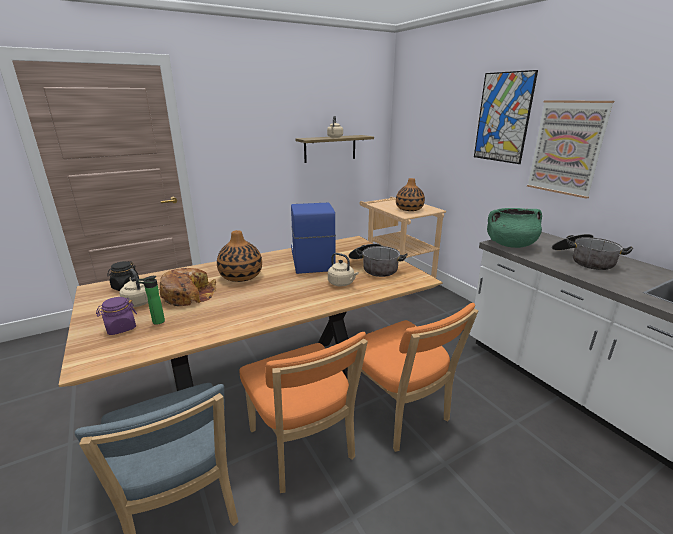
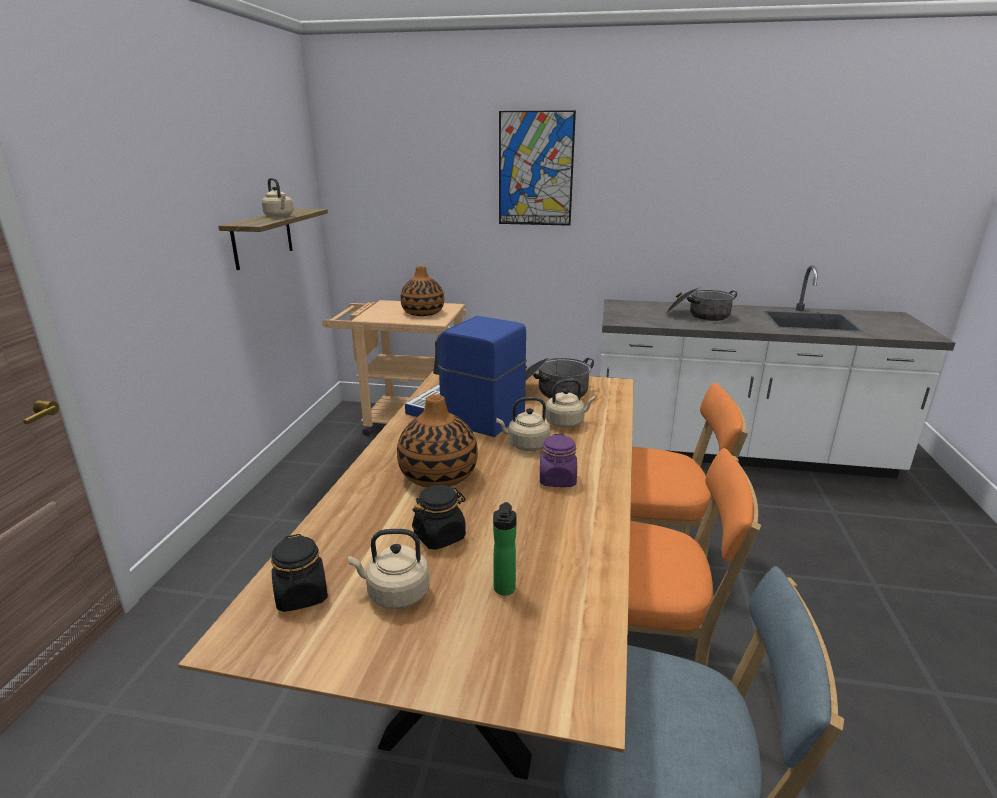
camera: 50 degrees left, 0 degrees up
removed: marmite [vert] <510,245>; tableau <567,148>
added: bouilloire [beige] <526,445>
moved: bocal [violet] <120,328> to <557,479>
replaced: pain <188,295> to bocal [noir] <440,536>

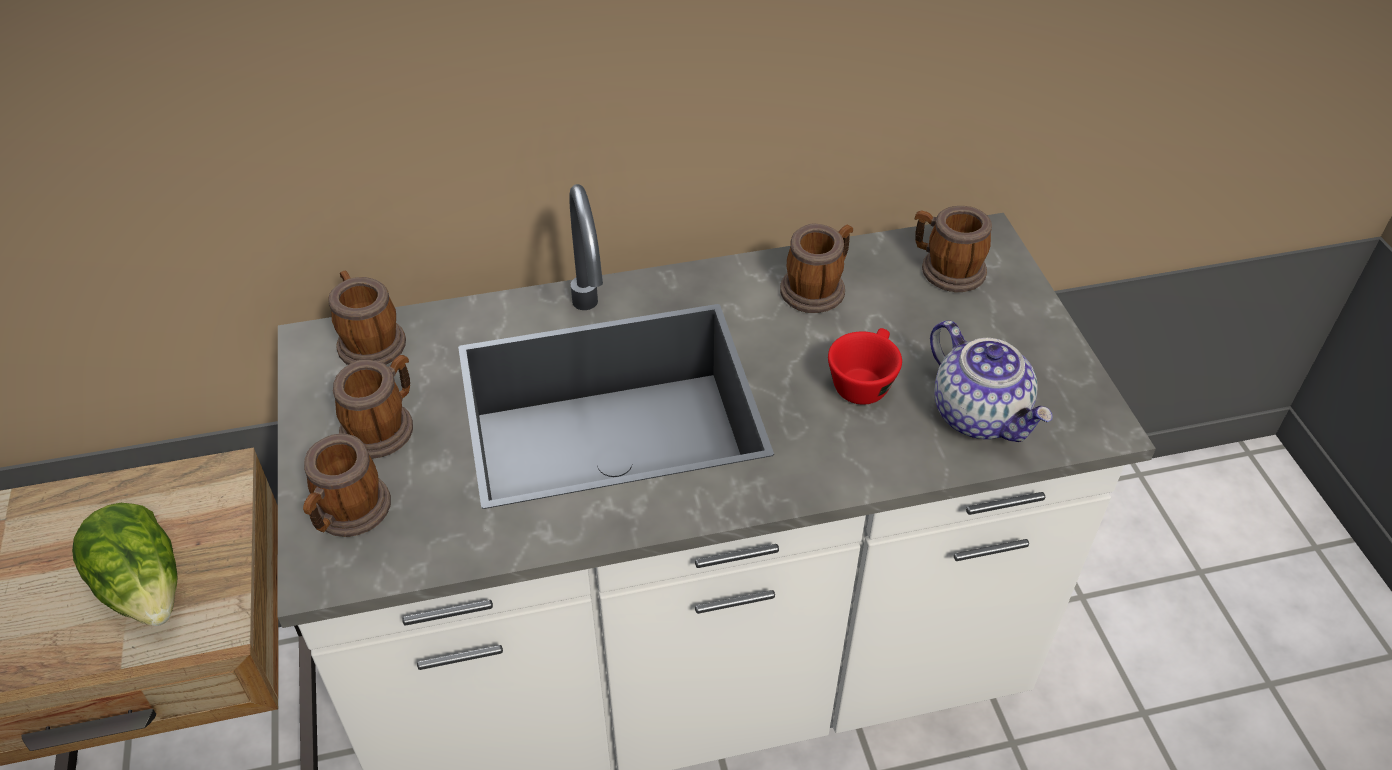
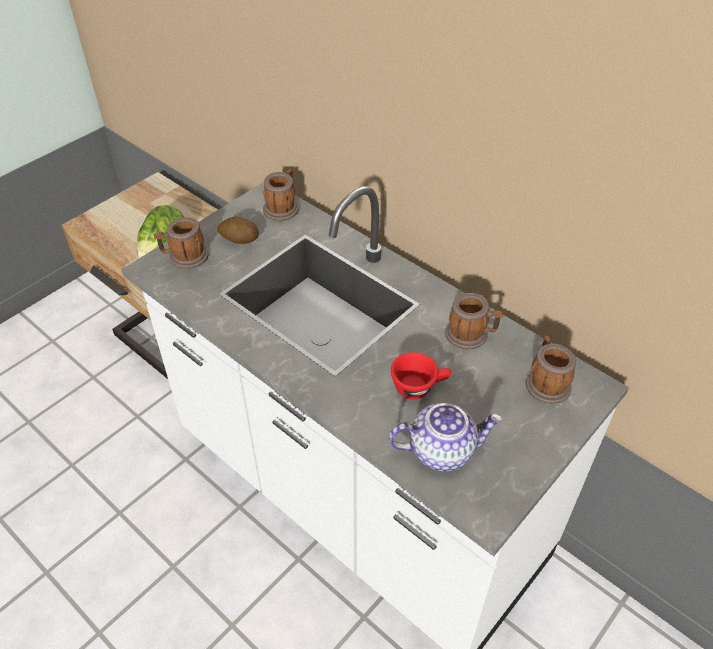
camera: 55 degrees right, 0 degrees up
replaced: mug <383,426> to pomme de terre <239,240>
turned: théière <980,415> = <442,450> 120 degrees counterclockwise

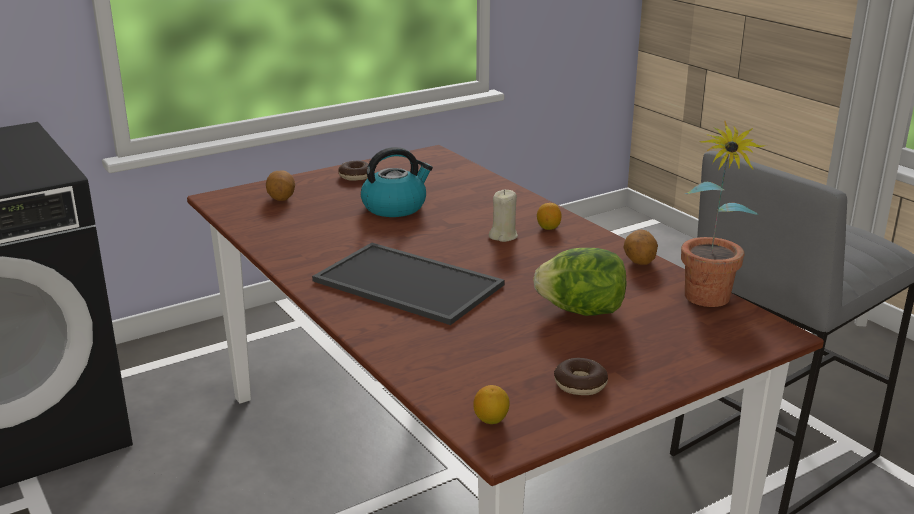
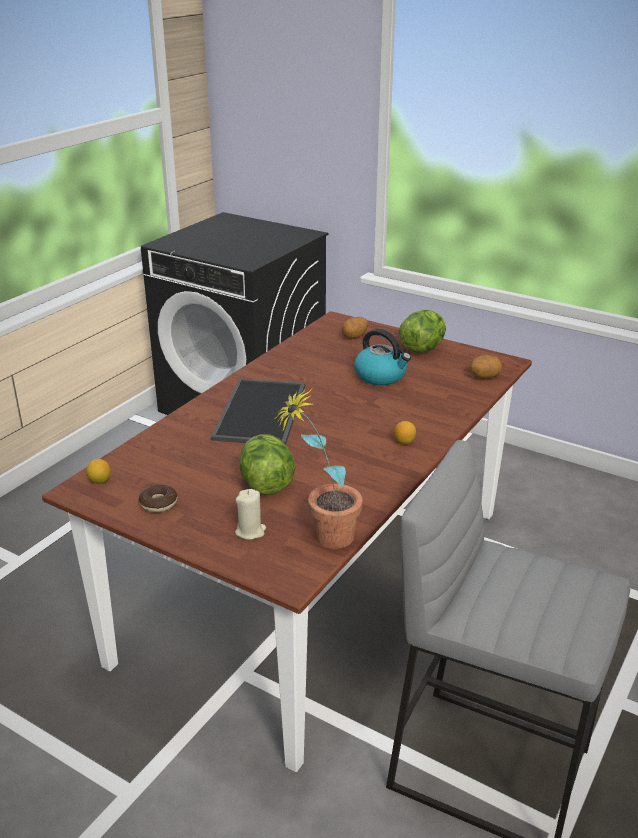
camera: 65 degrees right, 5 degrees up
moved: bougie [beige] <503,236> to <250,531>; pomme de terre <639,262> to <484,377>
replaced: beignet <355,176> to laitue <422,348>

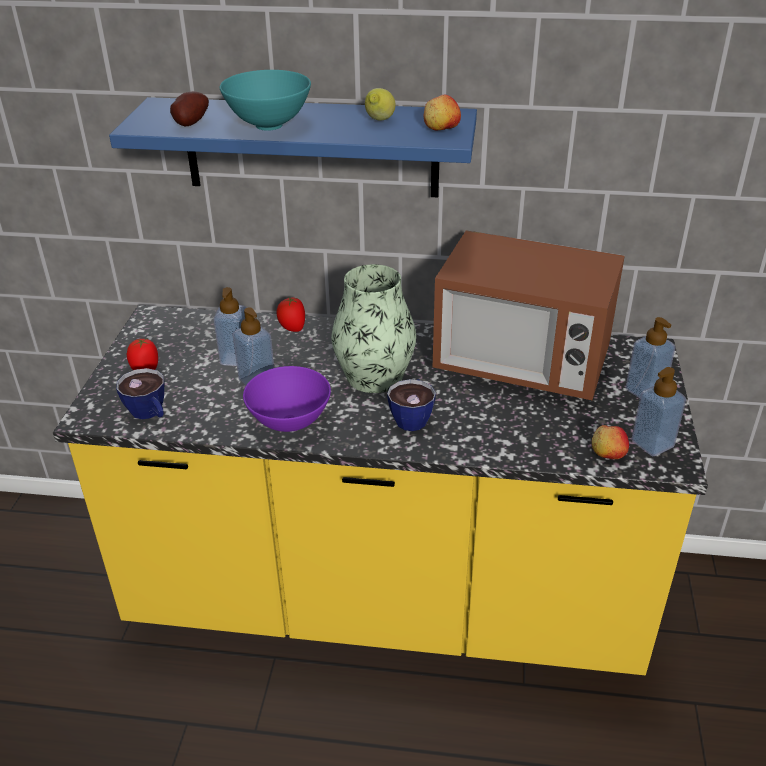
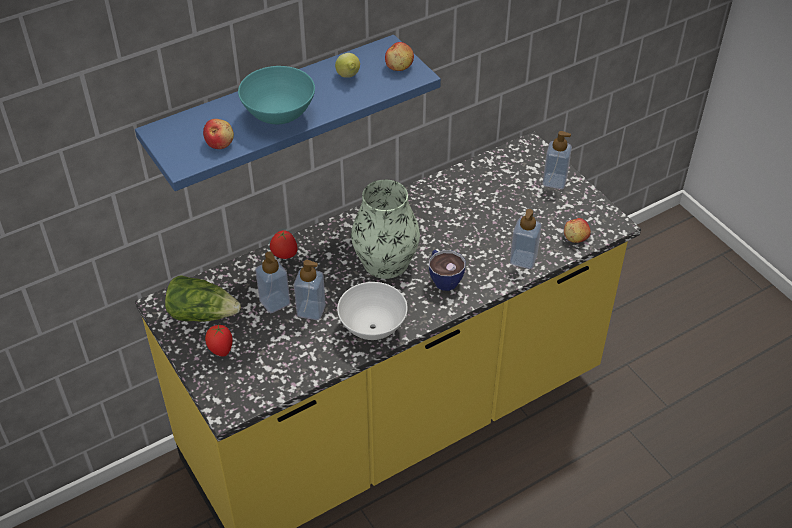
camera: 40 degrees left, 10 degrees up
removed: tasse <150,414>; micro-ondes <521,364>
added: laitue <202,314>
moved: distributeur de savon <652,444> to <523,259>
replaced: pomme de terre <189,124> to pomme <220,143>
recoloured: bol [violet] <290,423> to bol [blanc] <373,329>

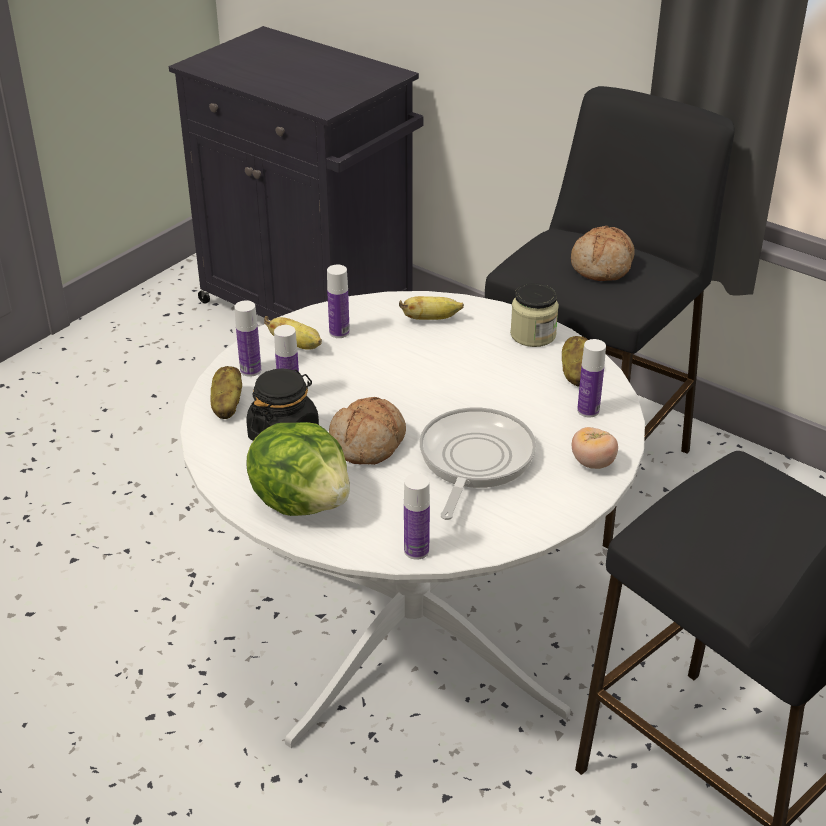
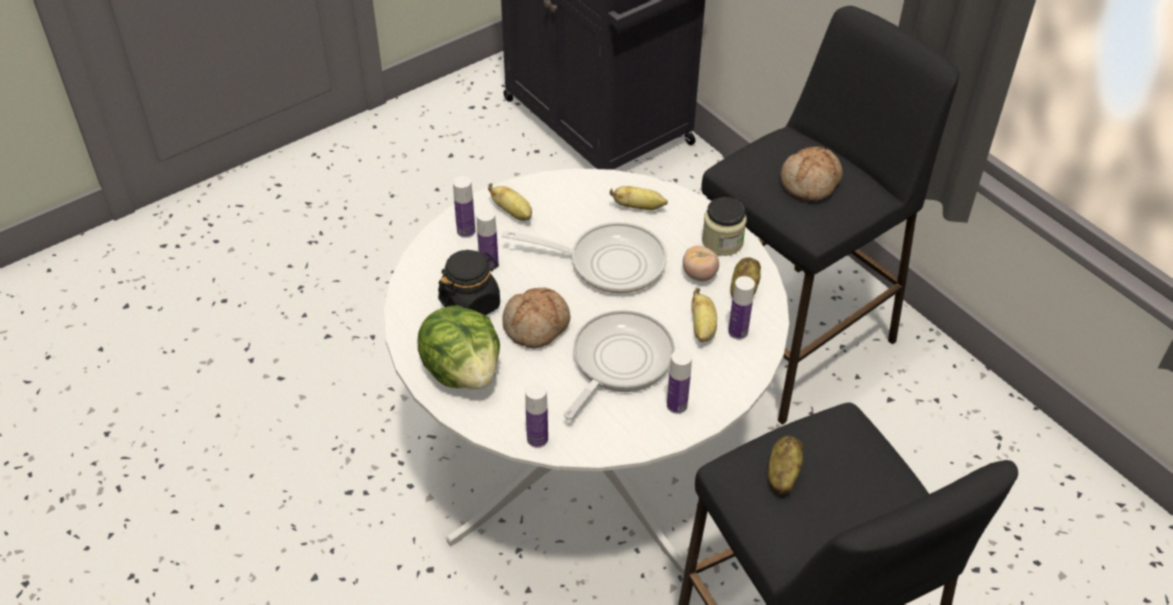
camera: 15 degrees right, 10 degrees up
added: poêle <608,262>; banane <702,328>
moved: pomme de terre <226,405> to <782,474>; bouteille <339,332> to <677,405>; tomate <593,463> to <699,275>

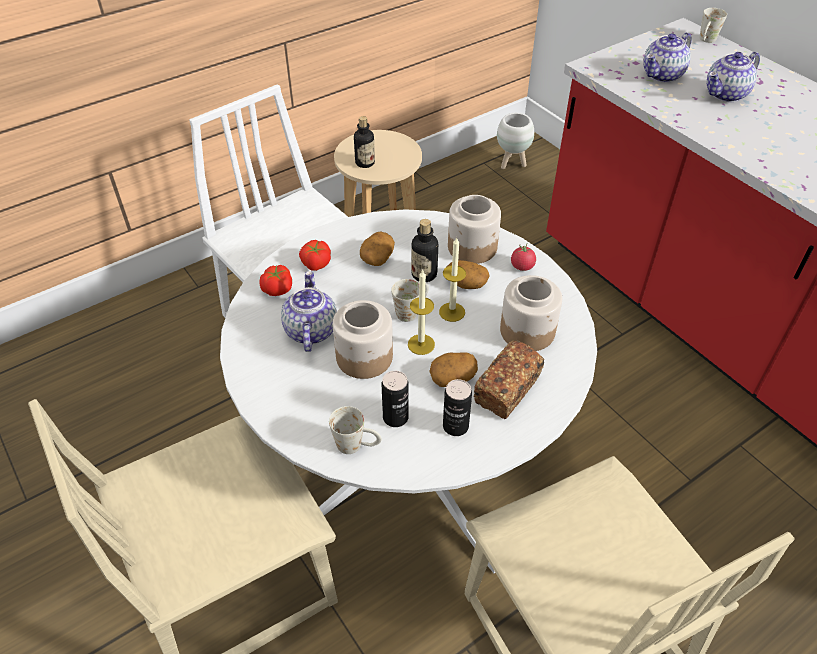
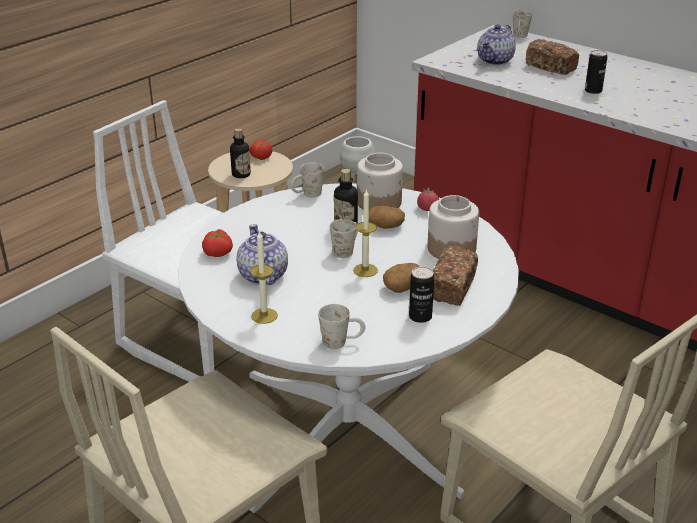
camera: 15 degrees left, 15 degrees down
removed: bocal <363,357>; pomme de terre <377,257>
added: mug [blanc] <307,195>
moved: tomate <315,263> to <261,157>; boîte métallique <395,417> to <593,91>; bougie <452,312> to <264,316>
replaced: théière <726,94> to pain <551,67>

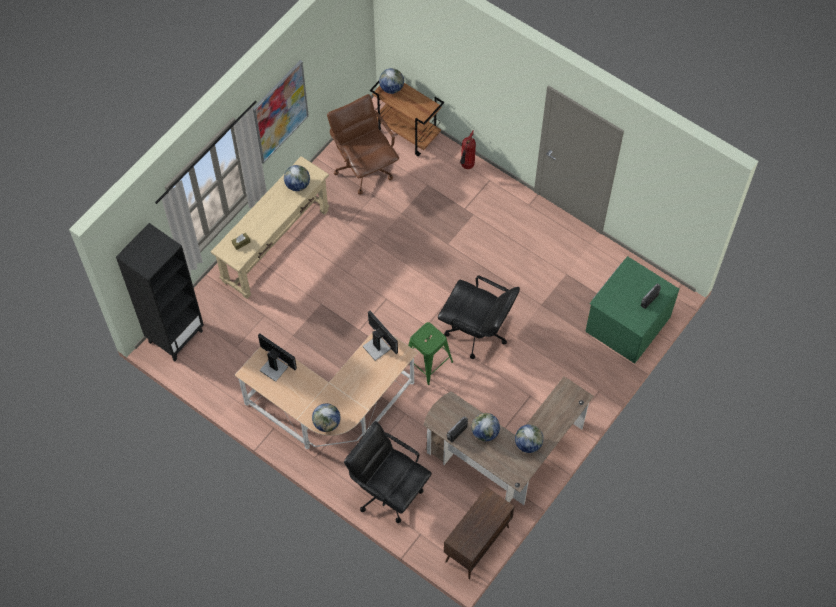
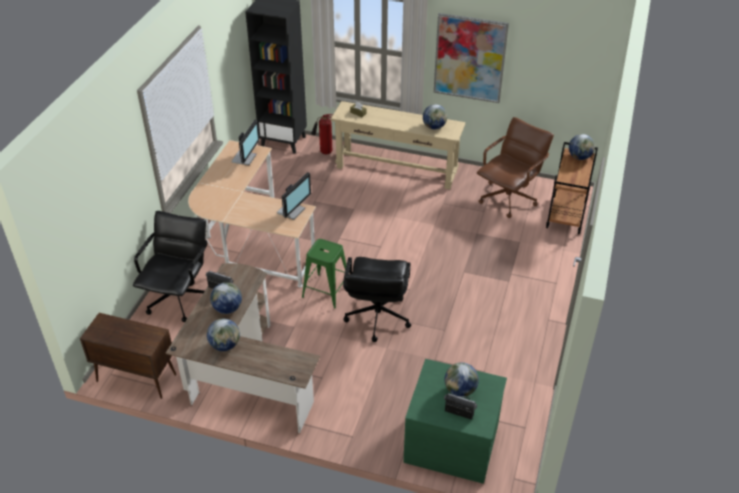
camera: 70 degrees right, 20 degrees down
moved: globe <327,423> to <460,390>; extincteur <467,166> to <324,152>

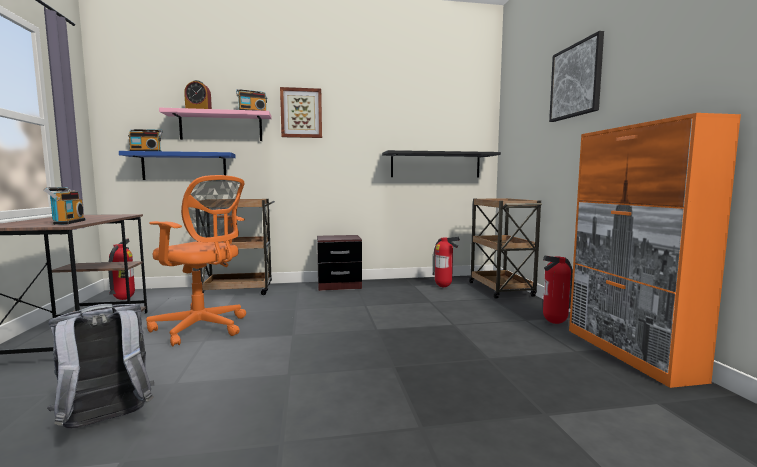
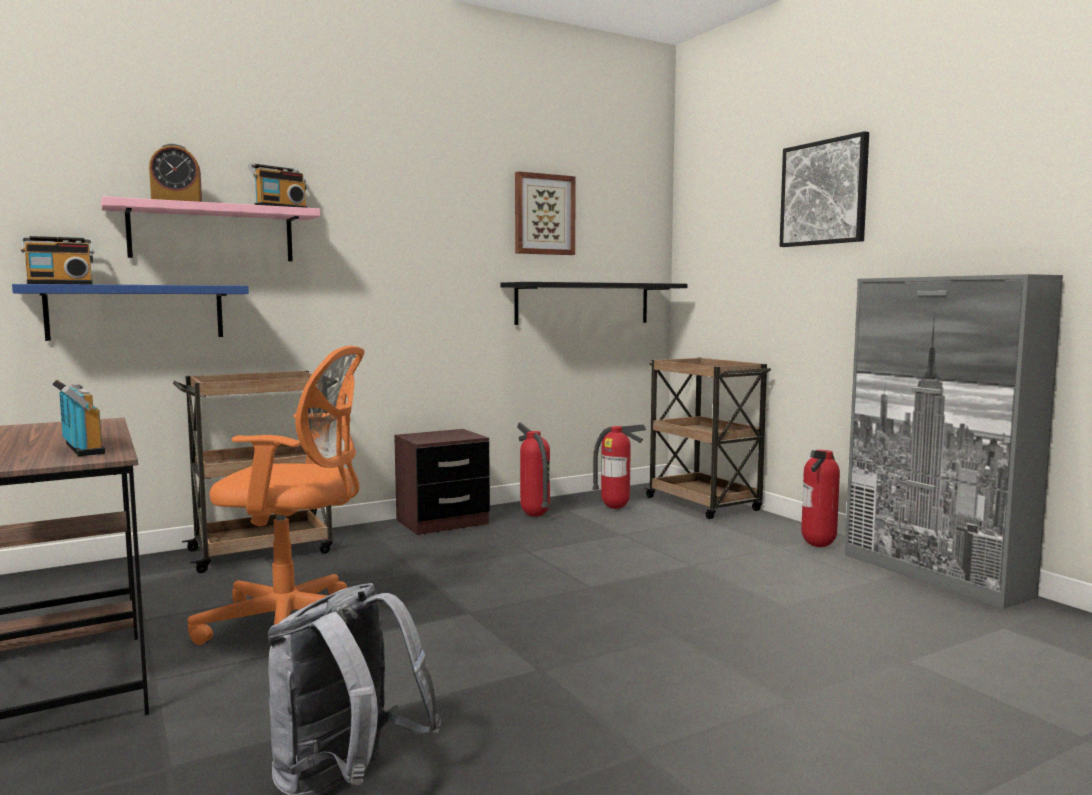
camera: 20 degrees left, 0 degrees up
moved: extincteur <123,299> to <534,516>; tableau <301,113> to <544,214>
recoloured: meuble de rangement [orange] <629,353> to meuble de rangement [gris] <934,575>

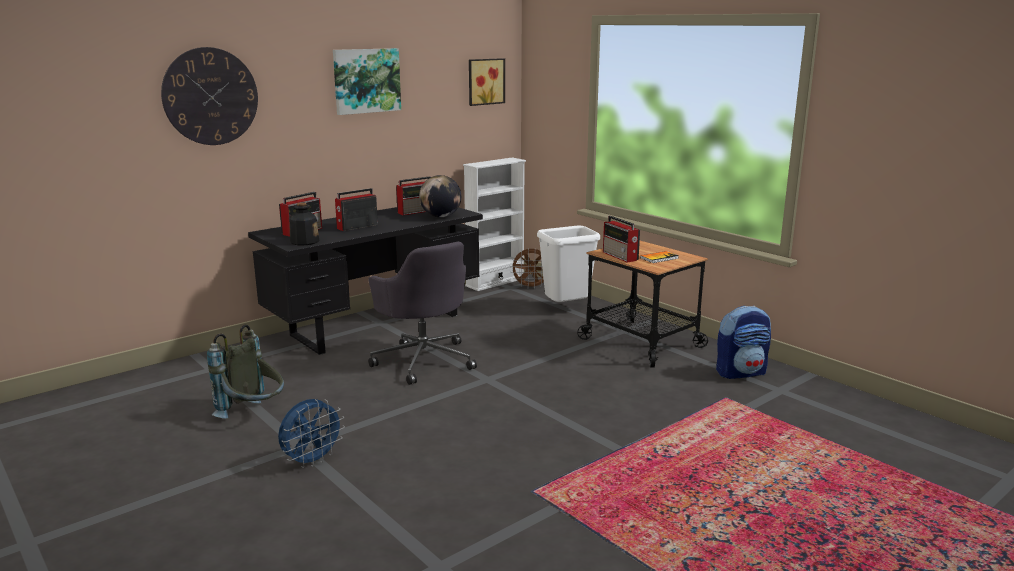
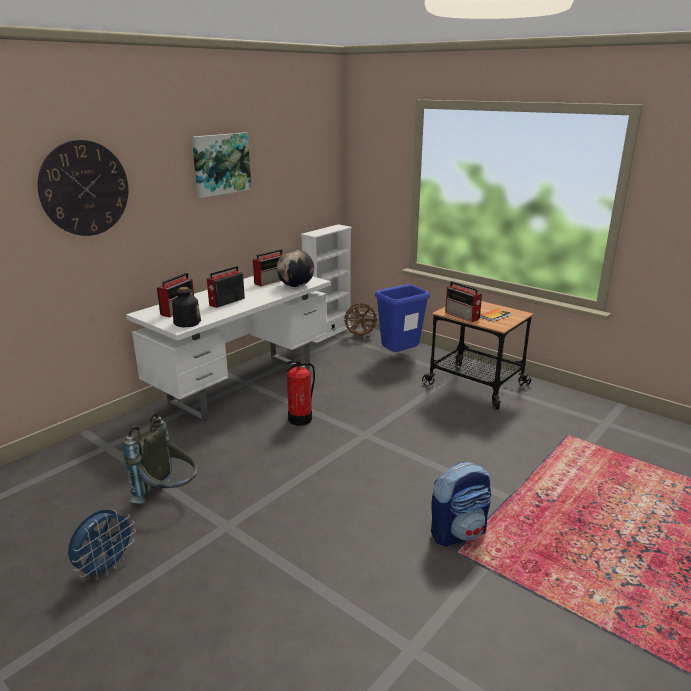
camera: 10 degrees left, 5 degrees up
removed: tableau <485,81>
moved: ventilateur [bleu] <312,461> to <106,568>; sac à dos <741,372> to <458,532>
replaced: chaise de bureau [gris] <424,360> to extincteur <300,419>
recoloured: bureau [noir] <376,325> to bureau [blanc] <242,385>; poubelle [blanc] <567,309> to poubelle [bleu] <400,356>

